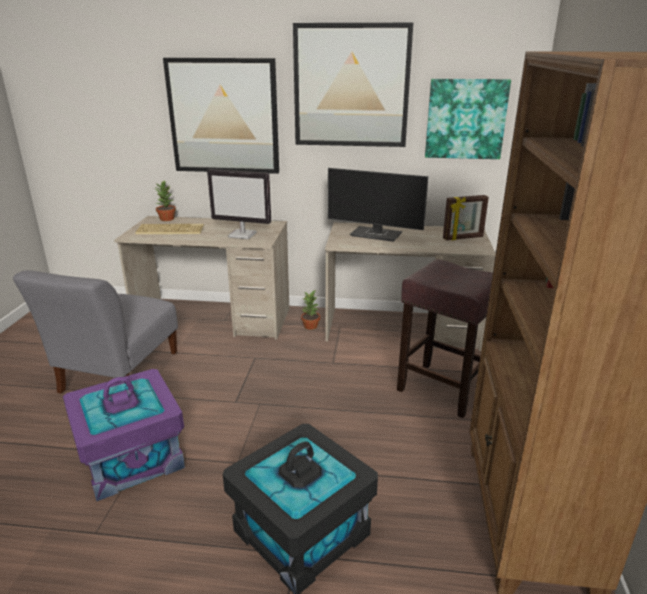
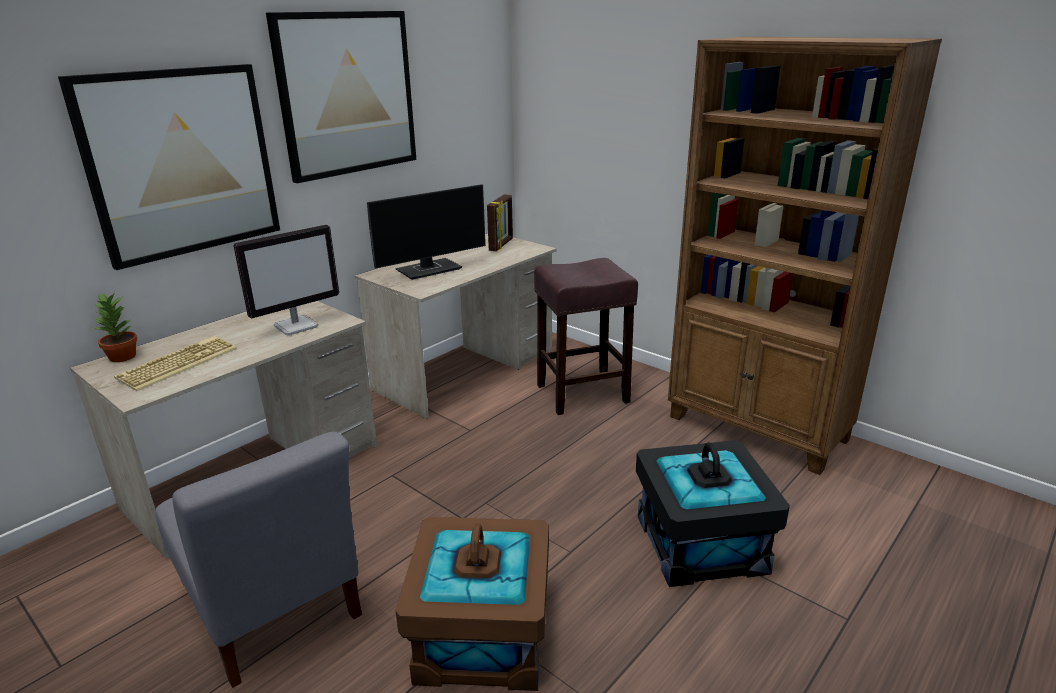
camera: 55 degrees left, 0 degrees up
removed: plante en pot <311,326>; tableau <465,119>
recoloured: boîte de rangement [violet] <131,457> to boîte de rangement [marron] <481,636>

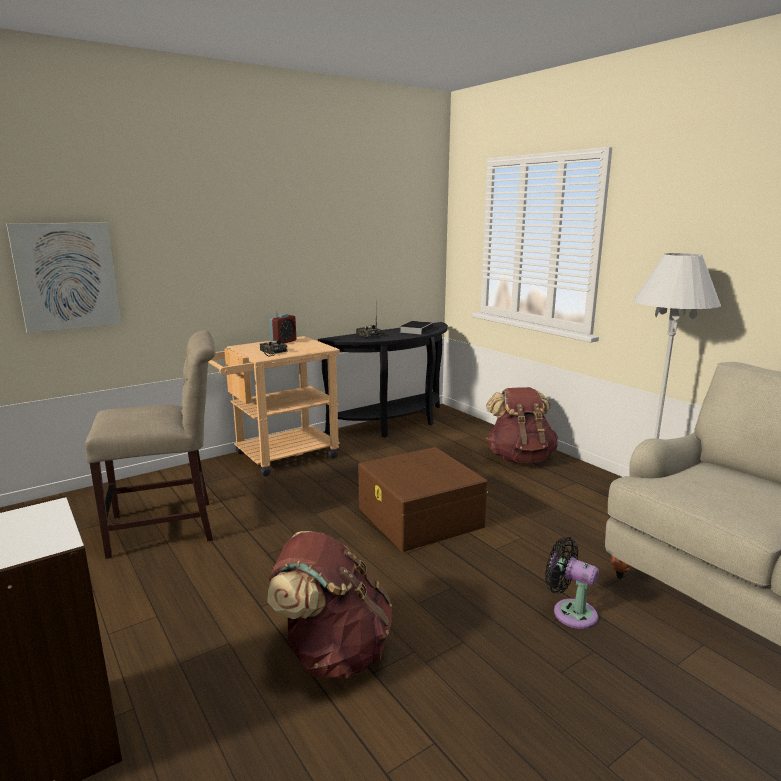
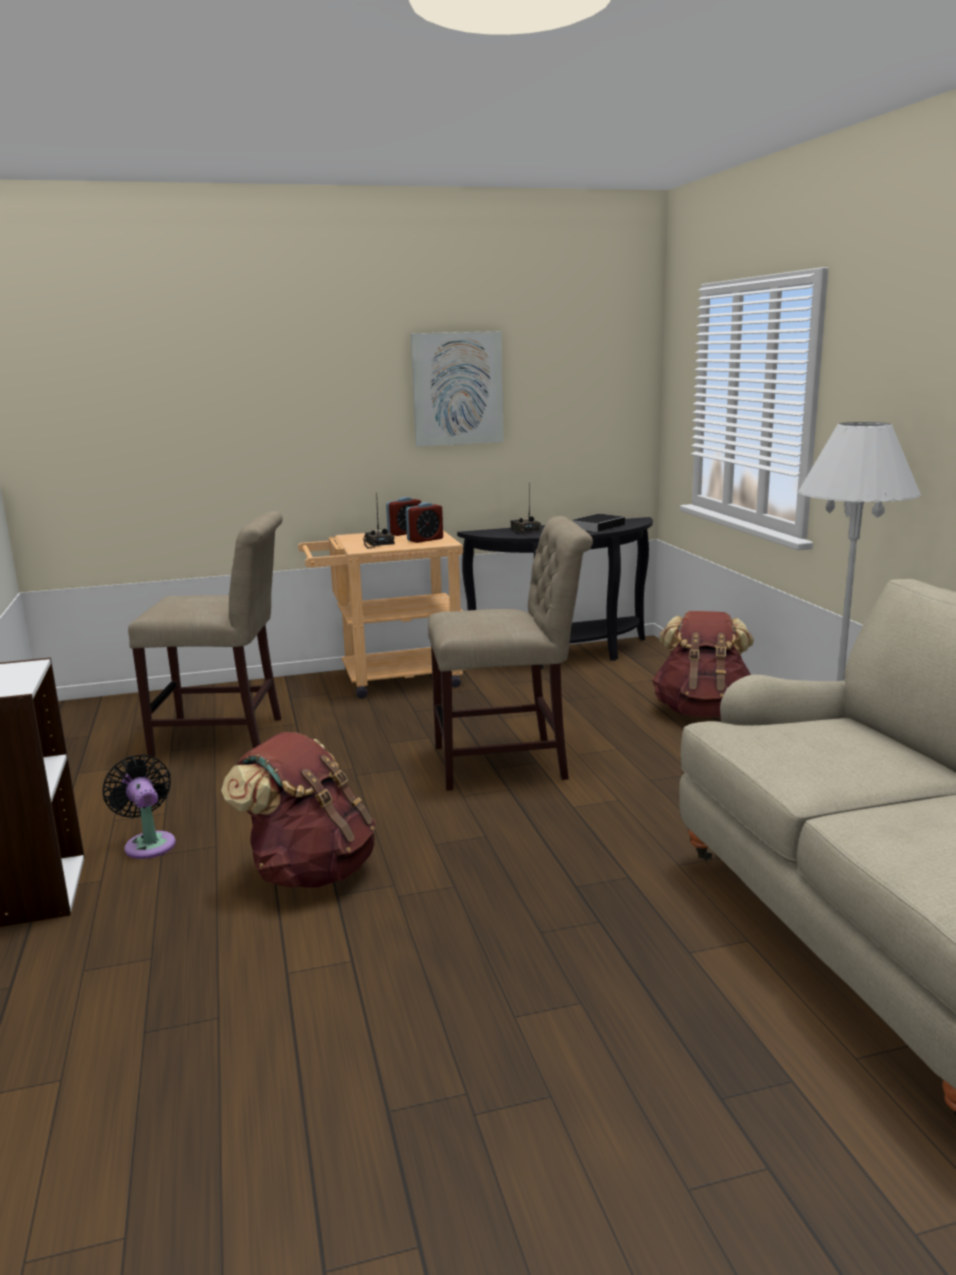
camera: 20 degrees right, 0 degrees up
added: réveil <425,540>
moved: tableau <66,276> to <457,389>; ventilateur [noir] <570,612> to <148,843>
replaced: boîte de rangement [marron] <420,517> to chaise [beige] <508,762>

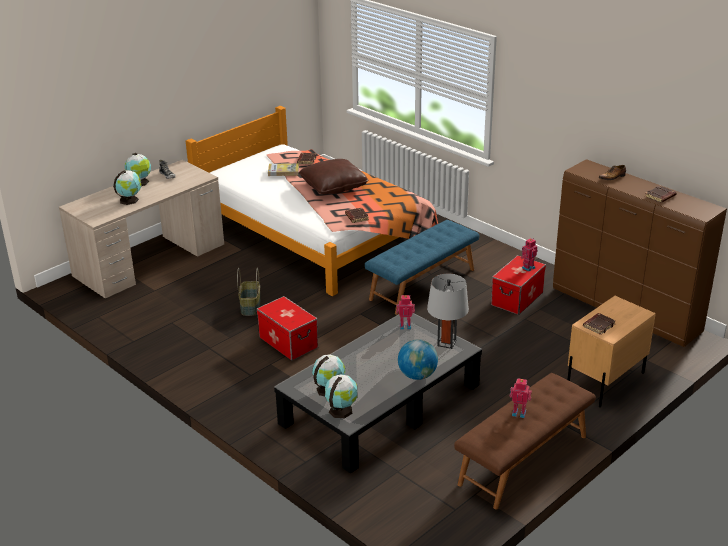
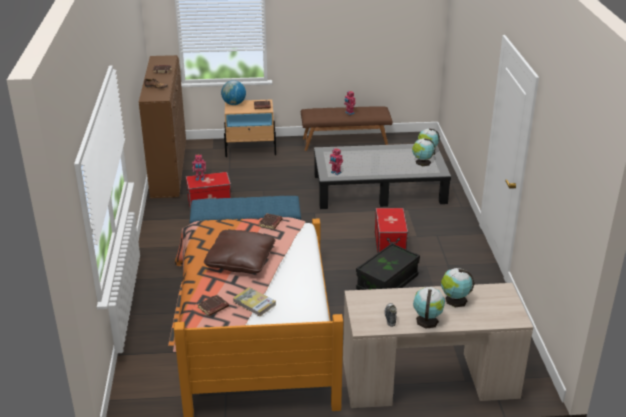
camera: 140 degrees left, 0 degrees up
removed: lampe de table [gris] <446,343>
moved: globe <417,375> to <234,104>
replaced: panier <250,306> to boîte de rangement [noir] <387,283>

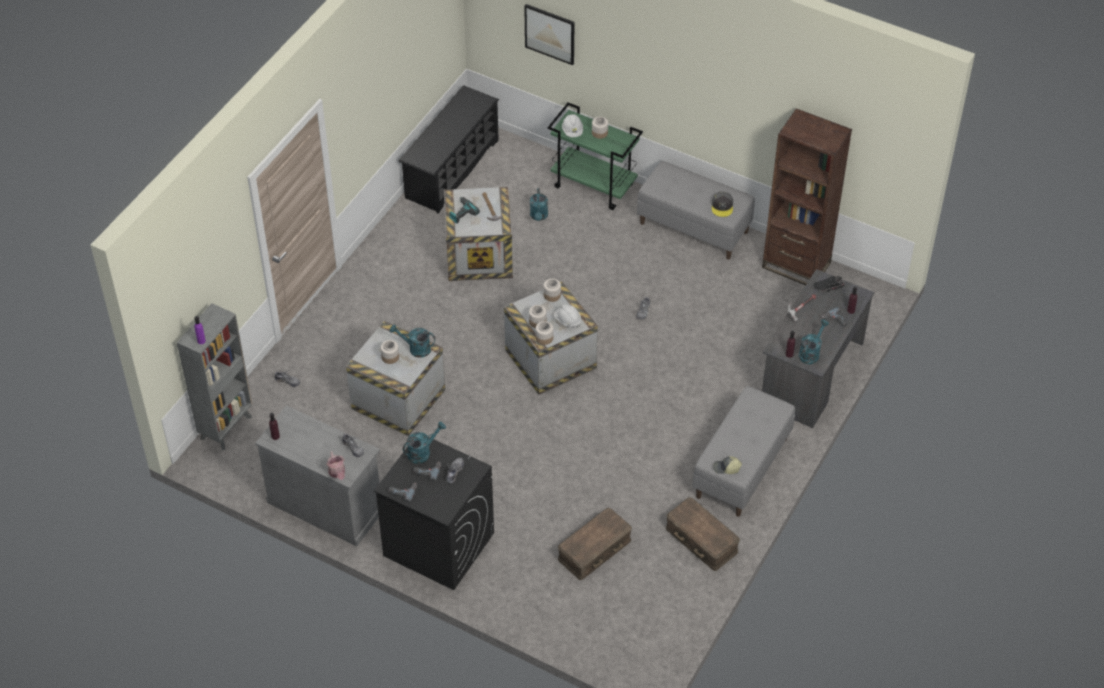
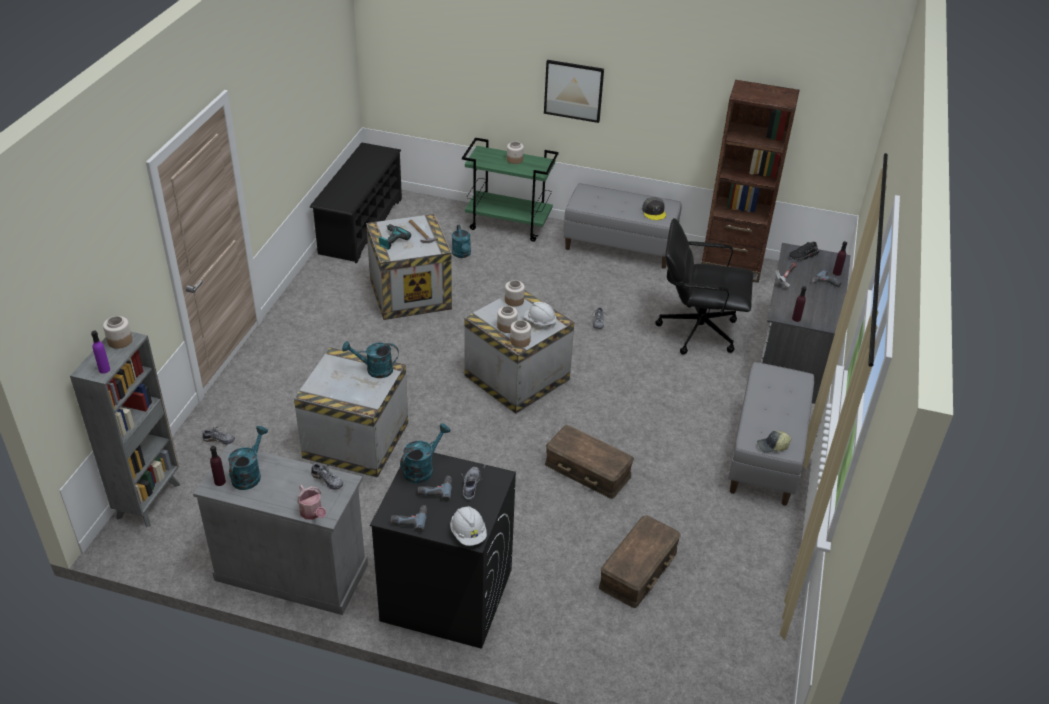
camera: 15 degrees left, 10 degrees down
added: chaise de bureau [noir] <697,330>
moved: bocal <390,357> to <119,341>; tableau <550,33> to <573,90>; casque de chantier [blanc] <572,131> to <468,533>; boîte de rangement [marron] <702,539> to <588,469>; arrosoir [turquoise] <811,352> to <249,474>

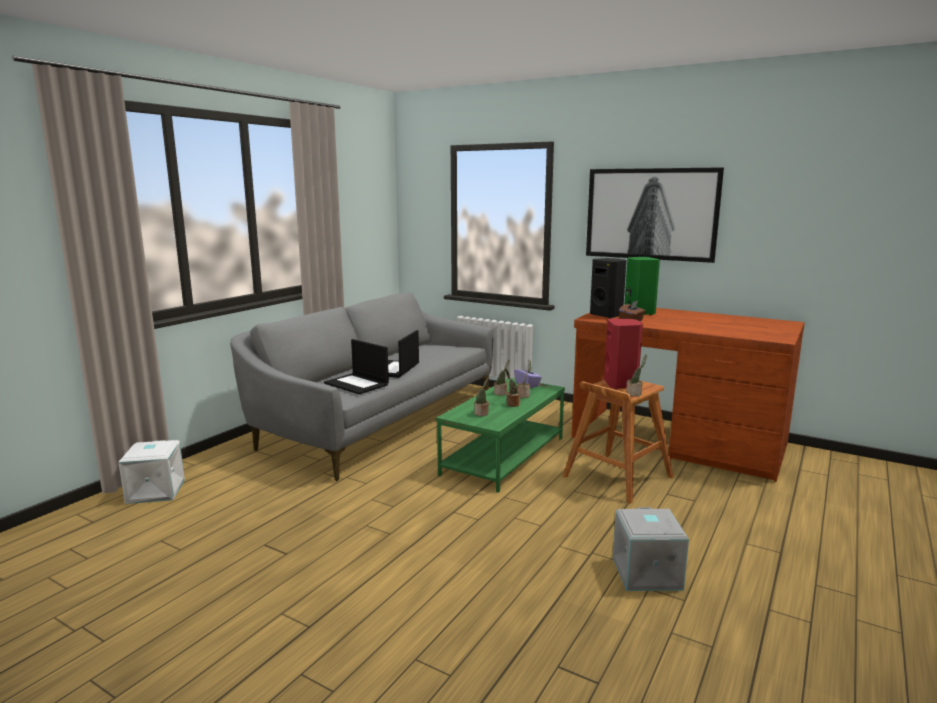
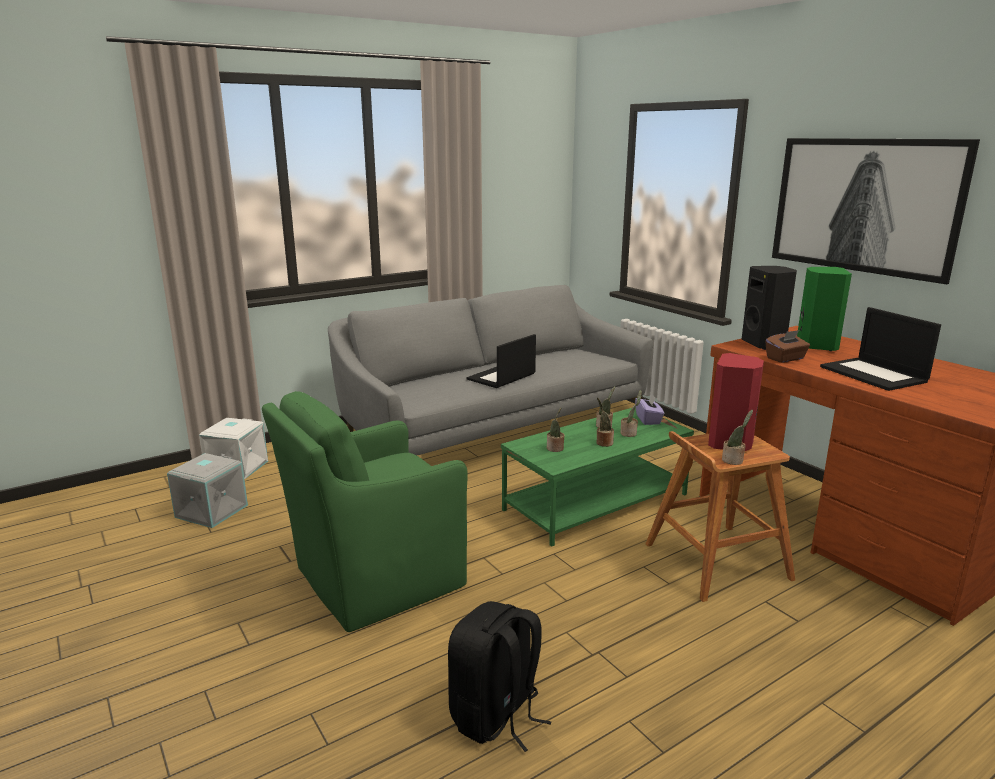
camera: 25 degrees right, 5 degrees up
added: fauteuil [vert] <374,579>; sac à dos [noir] <496,716>
moved: ordinateur portable <357,384> to <874,374>; boîte de rangement [gris] <645,573> to <211,511>

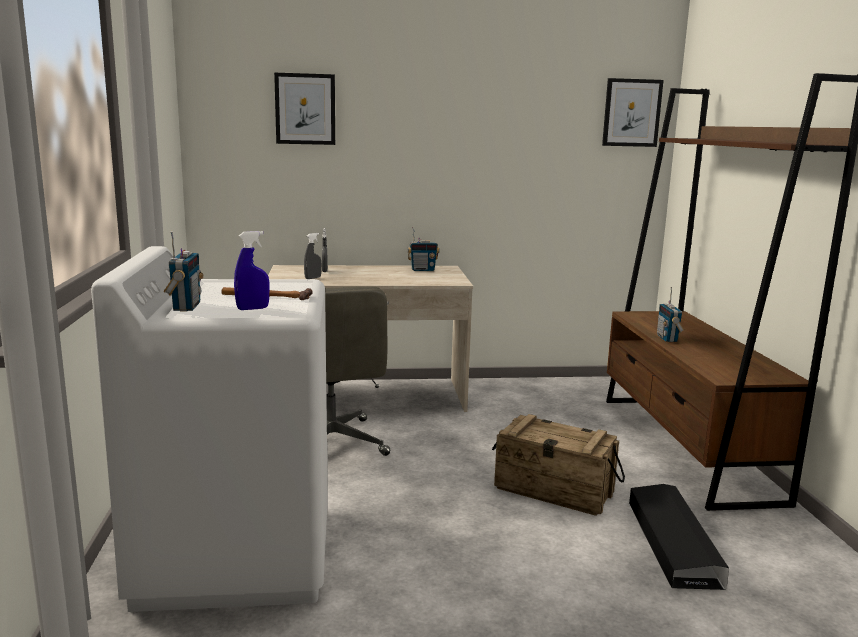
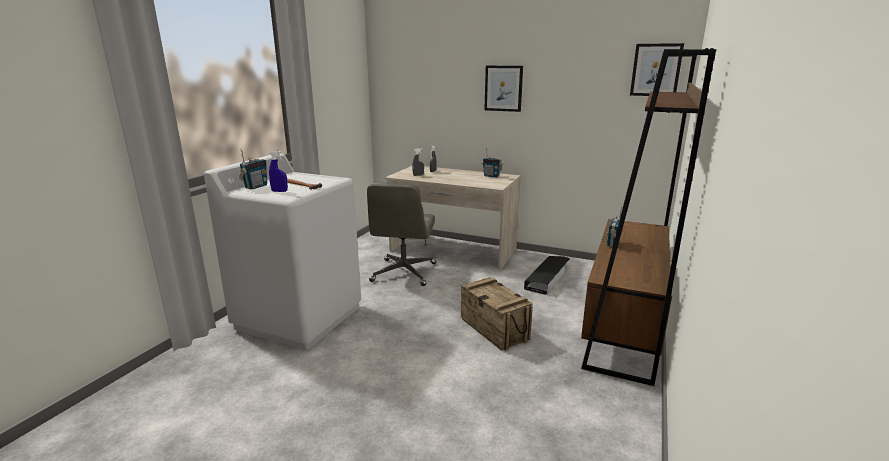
camera: 30 degrees right, 5 degrees up
moved: tableau <305,109> to <503,88>; boîte de rangement [noir] <672,542> to <547,278>

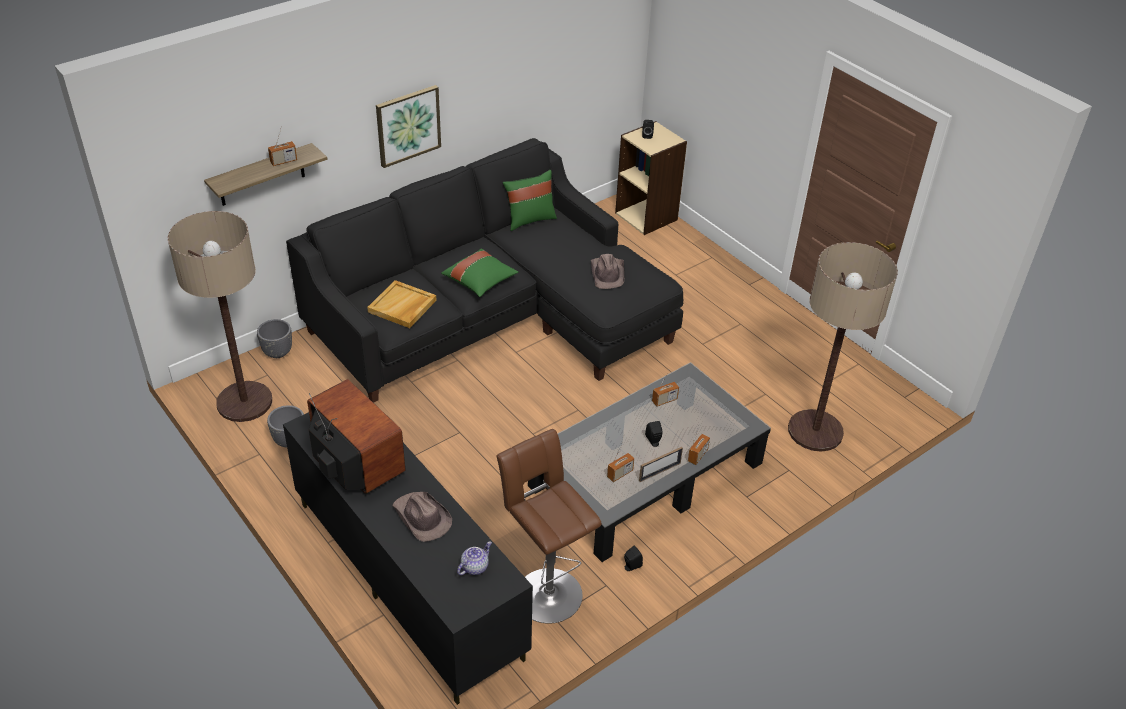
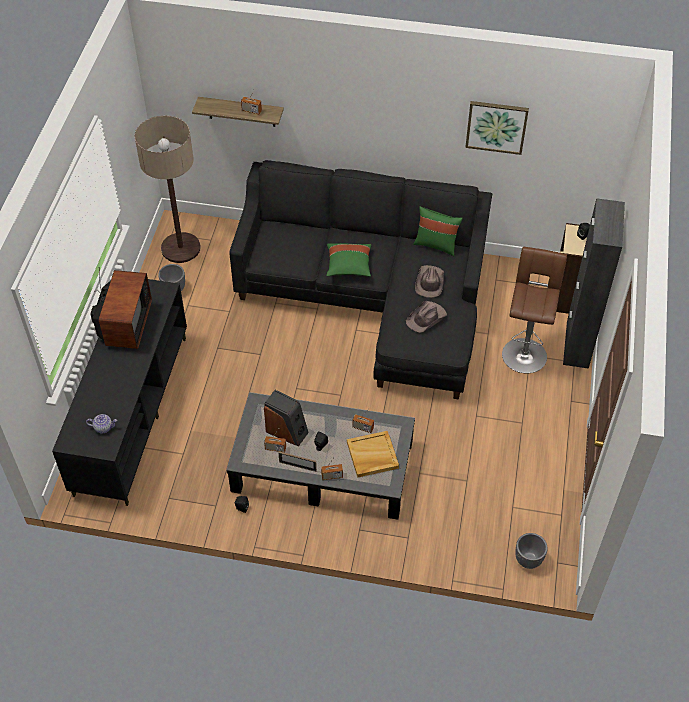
camera: 50 degrees right, 10 degrees up
removed: lampadaire <815,431>
added: enceinte <287,431>; meuble de rangement [noir] <577,344>
moved: cache-pot [gris] <278,352> to <528,559>; plateau [beige] <402,306> to <372,455>; tableau <408,125> to <496,126>; chapeau [marron] <422,518> to <429,282>; tabouret [marron] <545,591> to <524,352>

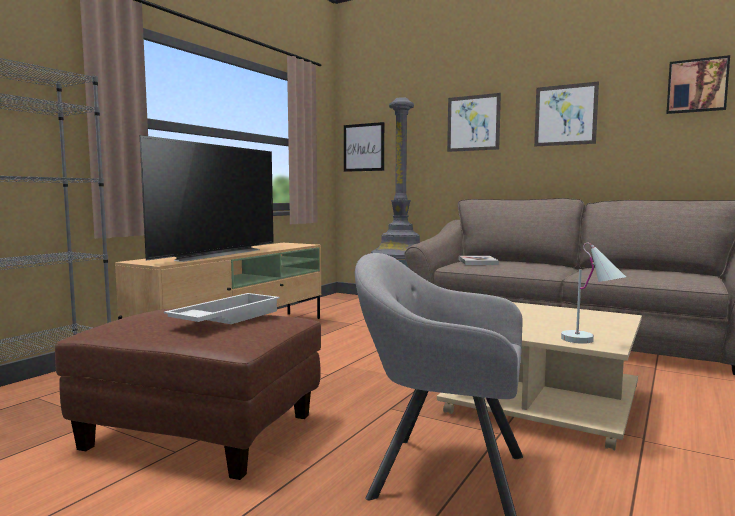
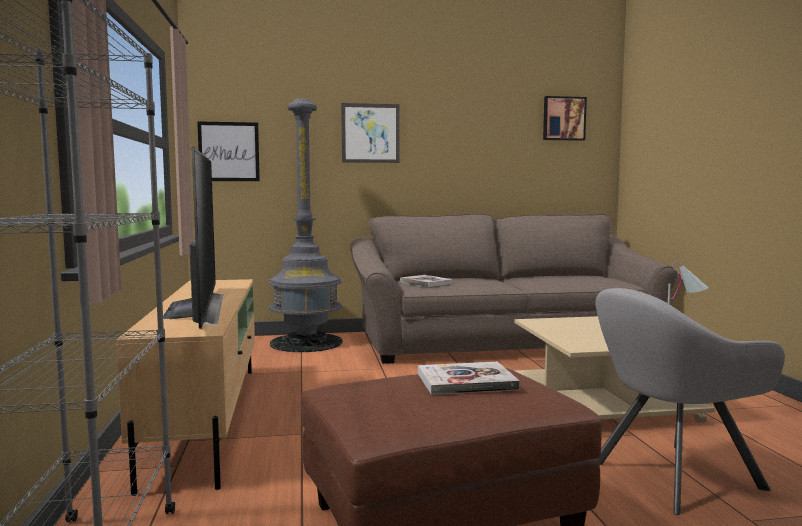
camera: 40 degrees left, 0 degrees up
removed: tableau <565,115>
replaced: plateau [blanc] <225,318> to livre <466,381>

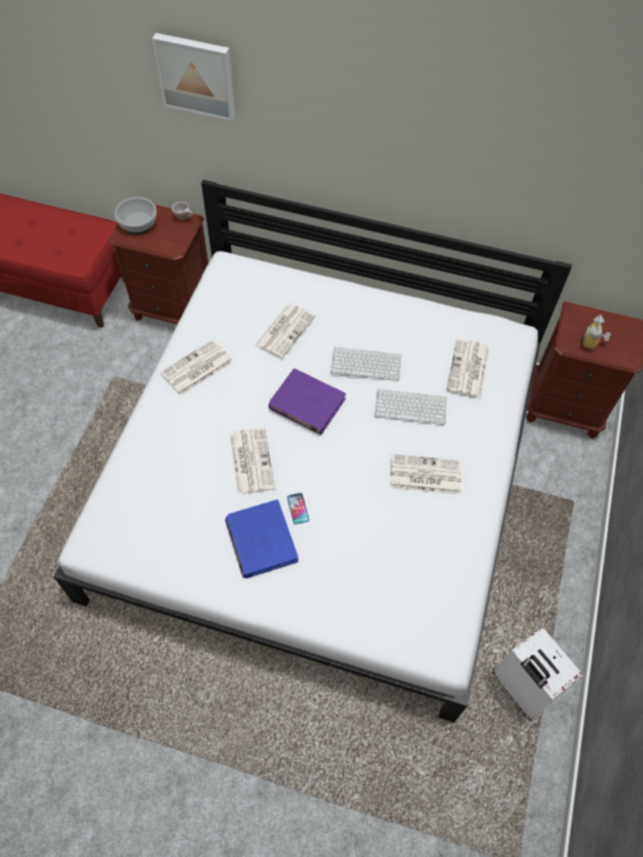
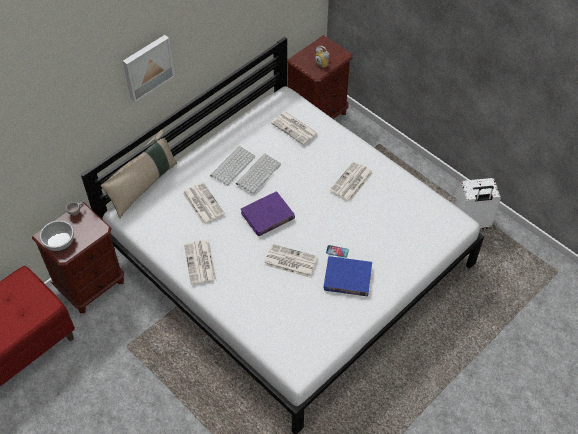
camera: 60 degrees left, 5 degrees down
added: coussin [beige] <143,186>
moved: tableau <196,75> to <147,67>; clavier <411,406> to <233,165>

